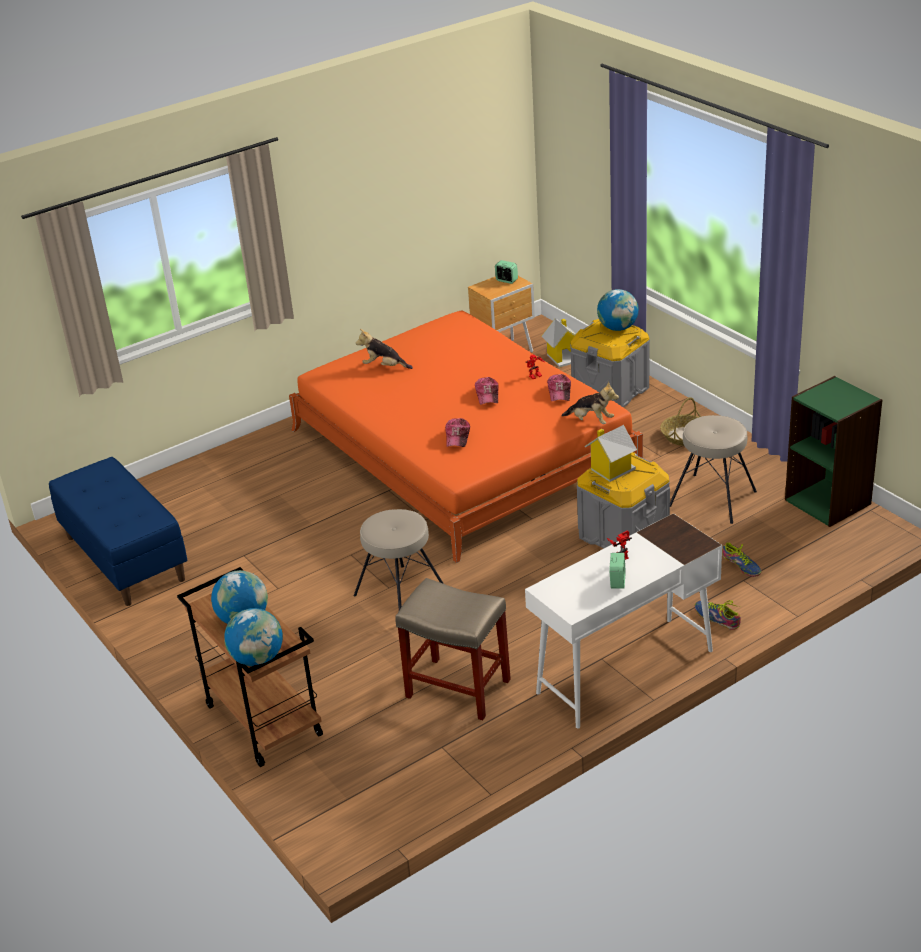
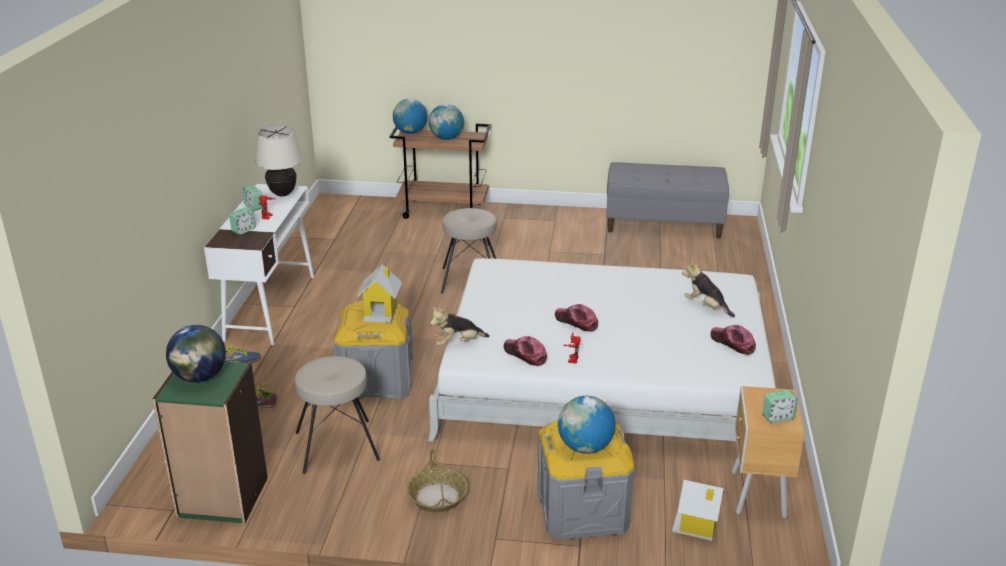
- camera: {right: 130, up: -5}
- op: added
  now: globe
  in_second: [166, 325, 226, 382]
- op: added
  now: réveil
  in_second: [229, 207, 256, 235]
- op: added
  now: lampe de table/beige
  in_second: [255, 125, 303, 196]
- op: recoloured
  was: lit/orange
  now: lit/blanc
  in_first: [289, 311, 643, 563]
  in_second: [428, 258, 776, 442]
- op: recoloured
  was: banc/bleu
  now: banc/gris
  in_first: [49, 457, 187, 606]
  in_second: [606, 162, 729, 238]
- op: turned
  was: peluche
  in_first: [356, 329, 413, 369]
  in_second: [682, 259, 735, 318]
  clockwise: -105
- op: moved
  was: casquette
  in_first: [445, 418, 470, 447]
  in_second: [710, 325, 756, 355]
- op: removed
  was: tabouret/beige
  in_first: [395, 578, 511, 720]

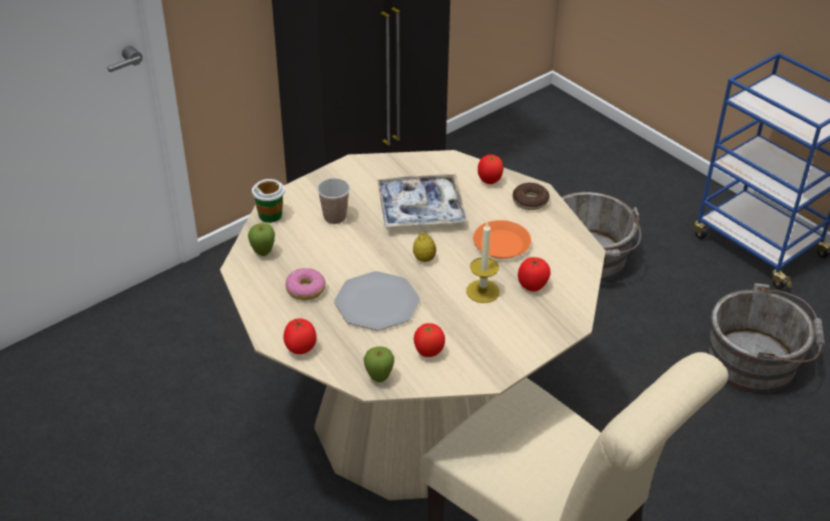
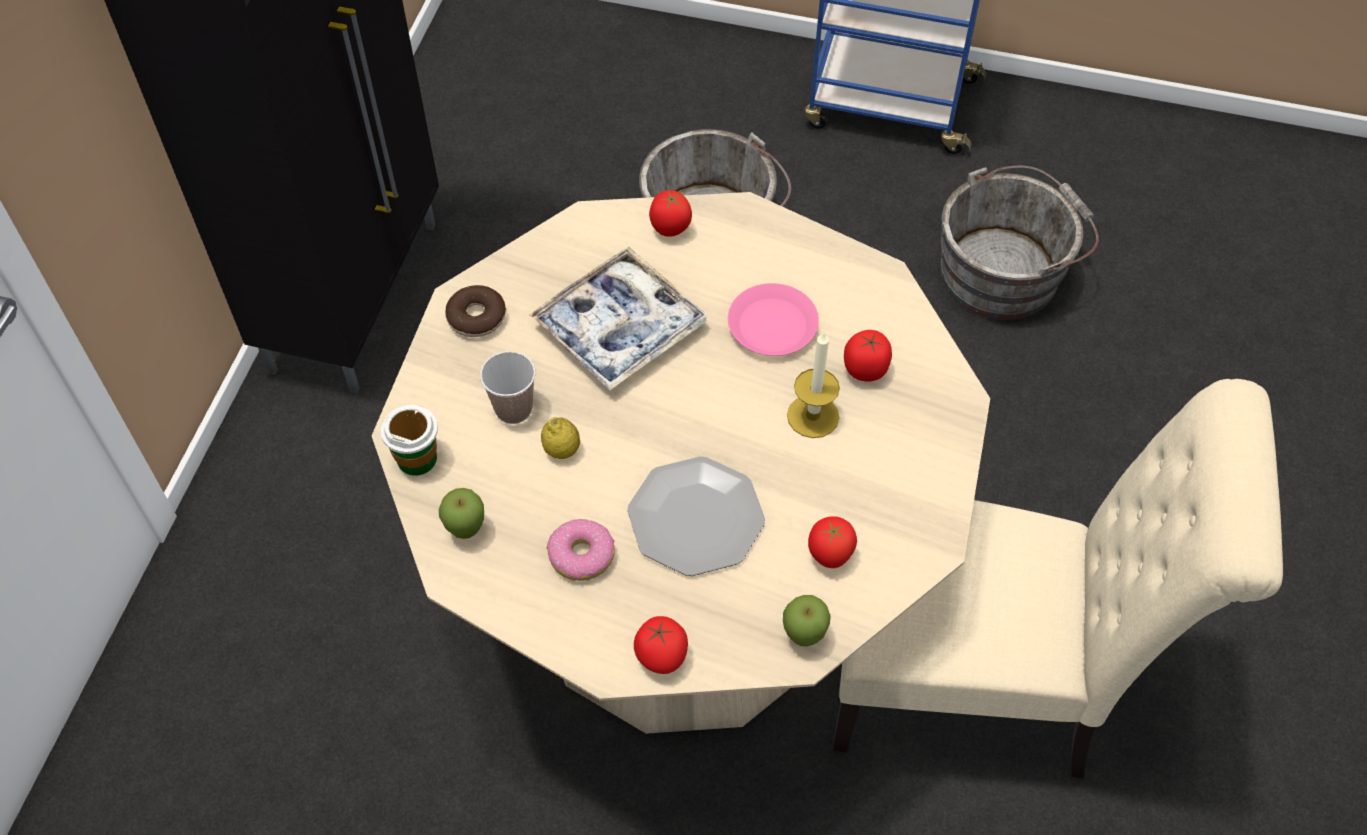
- camera: {right: -35, up: 15}
- op: moved
  was: beignet
  in_first: [512, 182, 549, 210]
  in_second: [445, 285, 506, 337]
- op: moved
  was: citron
  in_first: [413, 232, 436, 262]
  in_second: [541, 417, 580, 459]
- op: recoloured
  was: assiette/orange
  now: assiette/rose
  in_first: [473, 220, 531, 259]
  in_second: [728, 283, 819, 356]

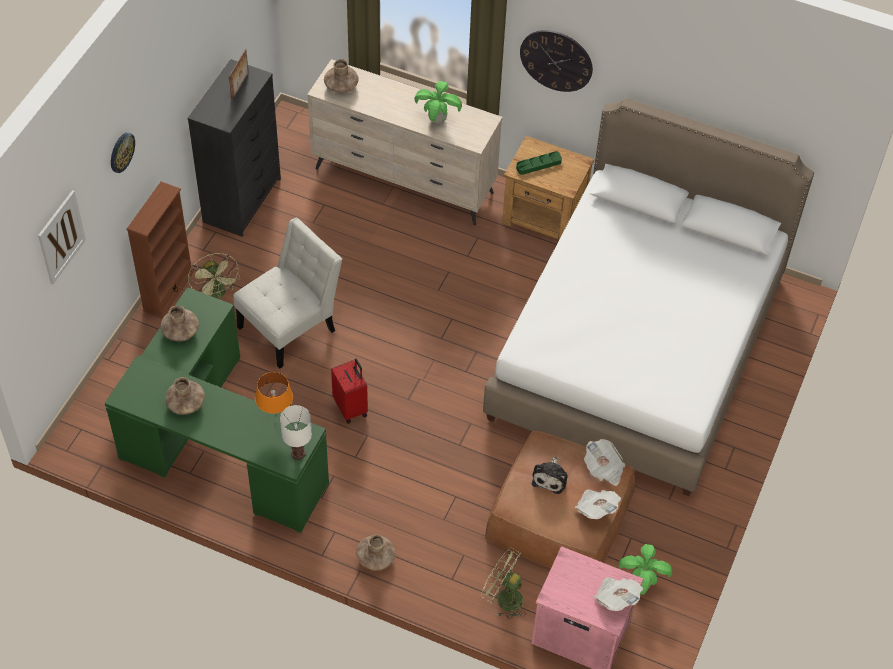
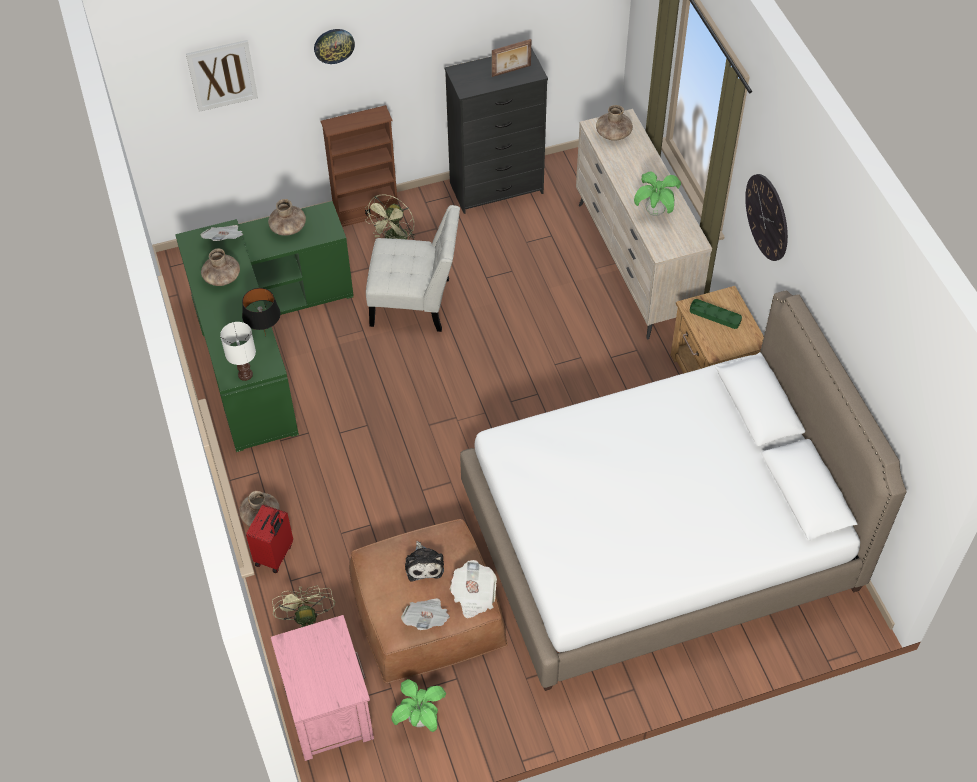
- camera: {right: 50, up: 0}
- op: moved
  was: journal
  in_first: [594, 577, 643, 611]
  in_second: [201, 225, 244, 241]
- op: recoloured
  was: lampe de table/orange
  now: lampe de table/noir
  in_first: [255, 372, 293, 414]
  in_second: [242, 288, 281, 336]
- op: moved
  was: valise/rouge
  in_first: [331, 359, 368, 424]
  in_second: [246, 505, 293, 573]
- op: turned
  was: peluche
  in_first: [532, 456, 568, 494]
  in_second: [405, 541, 444, 582]
  clockwise: -75

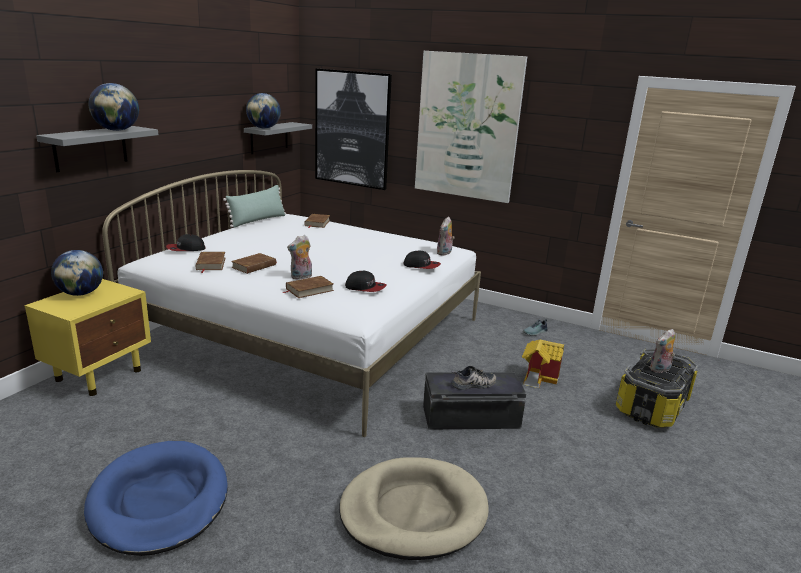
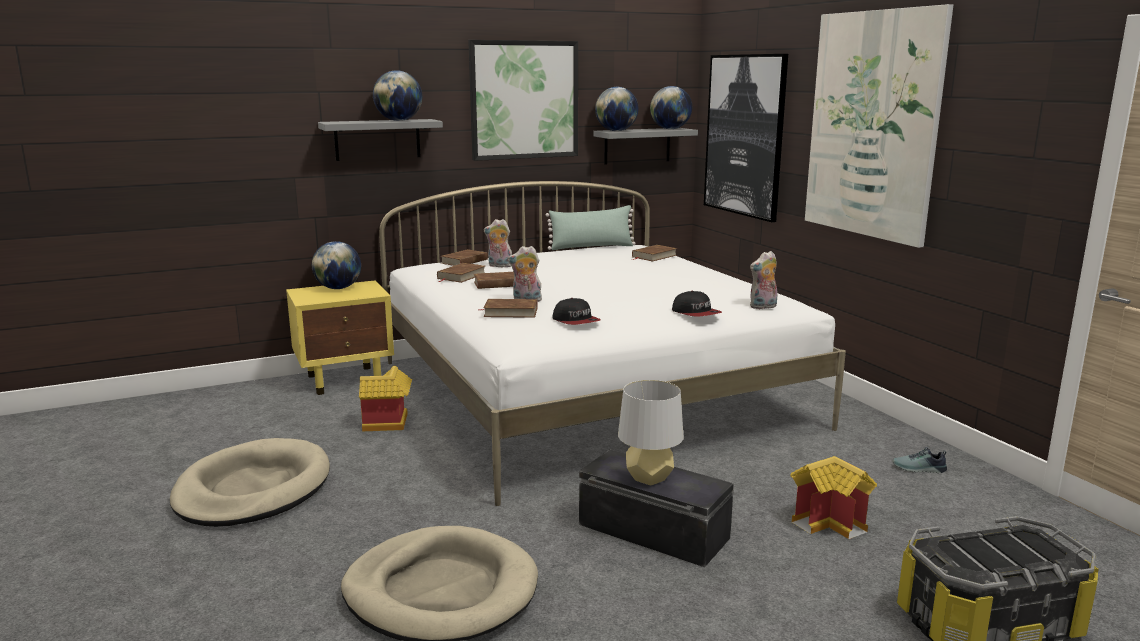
- camera: {right: 40, up: -5}
- op: recoloured
  was: panier pour chien/bleu
  now: panier pour chien/beige
  in_first: [84, 441, 228, 556]
  in_second: [170, 438, 330, 527]
- op: added
  now: maison miniature
  in_second: [359, 366, 412, 431]
- op: replaced
  was: casquette
  now: livre/marron
  in_first: [166, 234, 206, 251]
  in_second: [441, 249, 488, 266]
- op: added
  now: tableau
  in_second: [468, 40, 578, 161]
- op: moved
  was: peluche
  in_first: [649, 329, 675, 373]
  in_second: [484, 219, 512, 267]
- op: replaced
  was: chaussure
  now: lampe de table/gris
  in_first: [451, 366, 496, 390]
  in_second: [618, 380, 684, 486]
- op: added
  now: globe
  in_second: [650, 86, 692, 129]

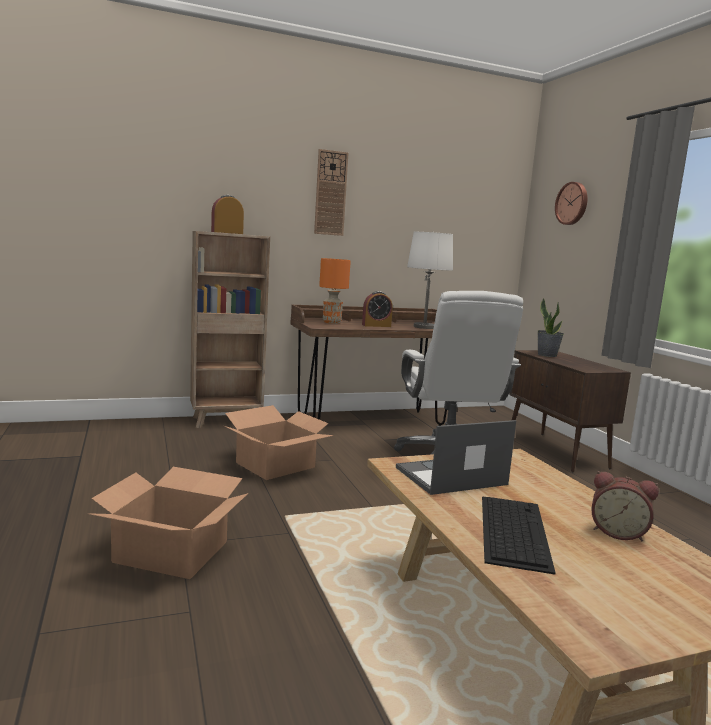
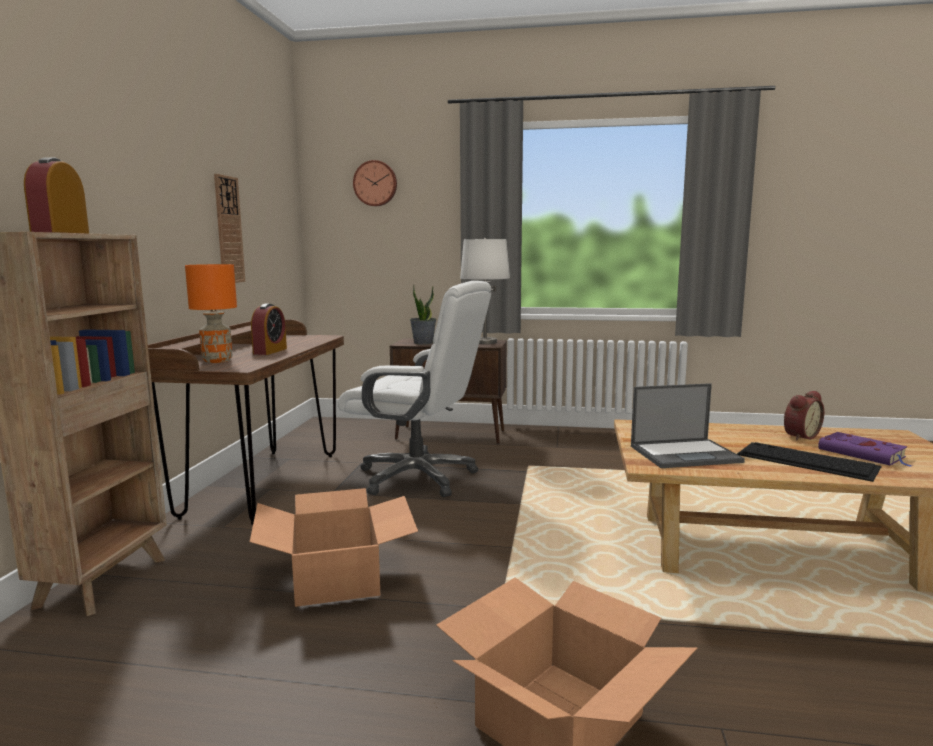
- camera: {right: -60, up: 0}
- op: moved
  was: horloge murale
  in_first: [314, 149, 348, 236]
  in_second: [214, 174, 245, 283]
- op: moved
  was: lampe de table/blanc
  in_first: [407, 232, 453, 329]
  in_second: [460, 238, 510, 344]
- op: turned
  was: ordinateur portable
  in_first: [396, 420, 516, 495]
  in_second: [631, 383, 745, 468]
  clockwise: -105
- op: added
  now: livre/violet
  in_second: [818, 432, 912, 467]

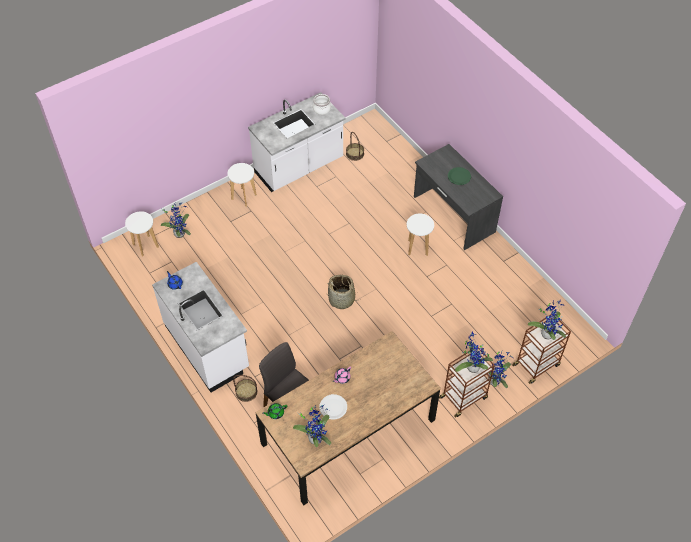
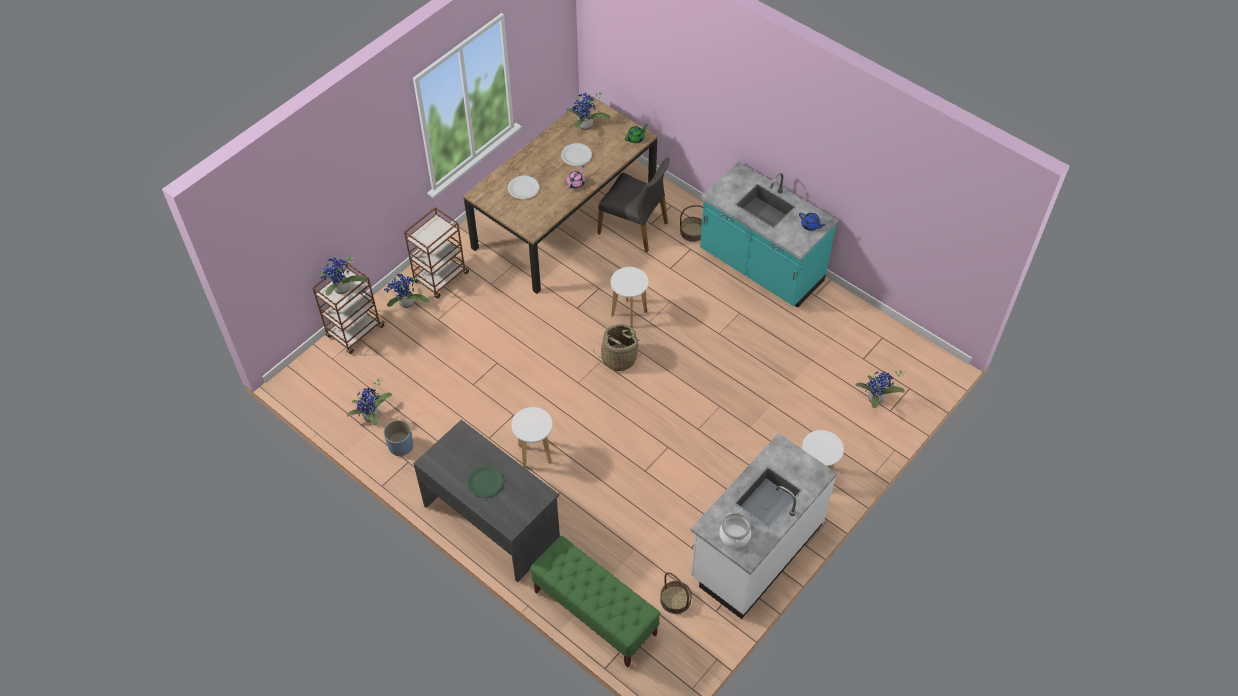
- camera: {right: 165, up: 0}
- op: moved
  was: plante en pot
  in_first: [455, 332, 493, 373]
  in_second: [347, 378, 392, 426]
- op: added
  now: cache-pot/bleu
  in_second: [384, 420, 413, 456]
- op: added
  now: assiette/blanc
  in_second: [508, 176, 539, 199]
- op: added
  now: banc/vert
  in_second: [530, 536, 660, 667]
- op: moved
  was: tabouret/blanc
  in_first: [125, 211, 159, 256]
  in_second: [611, 267, 648, 328]
- op: recoloured
  was: comptoir de cuisine/blanc
  now: comptoir de cuisine/turquoise
  in_first: [152, 262, 249, 392]
  in_second: [700, 162, 838, 308]

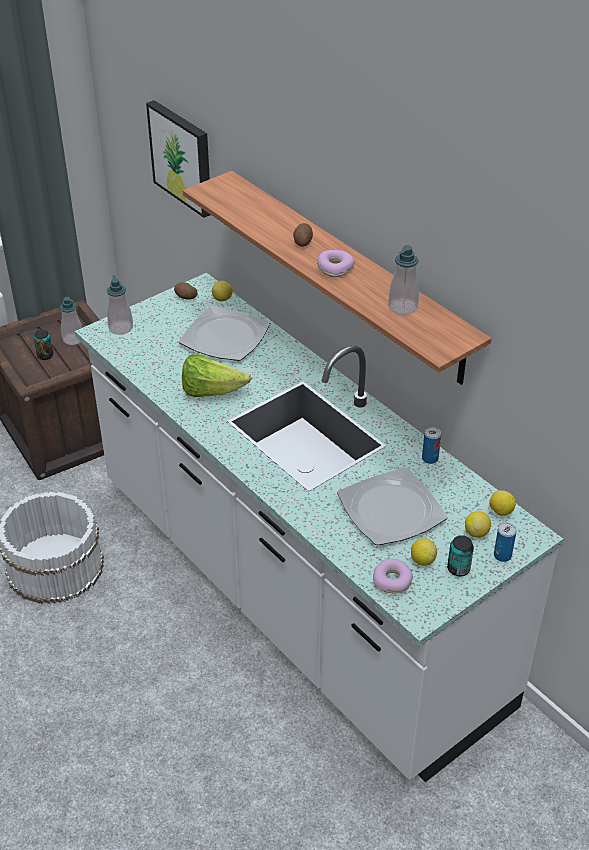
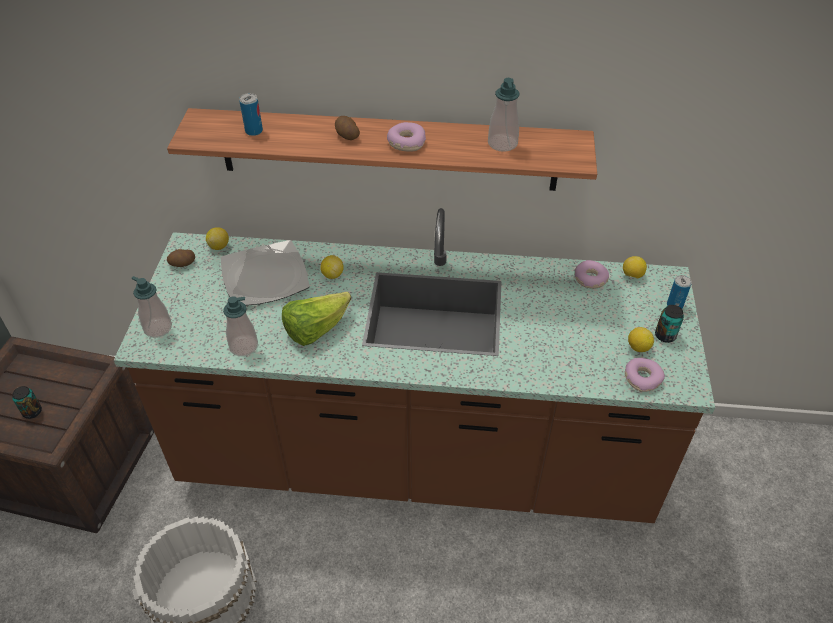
- camera: {right: -45, up: 5}
- op: recoloured
  was: comptoir de cuisine/blanc
  now: comptoir de cuisine/marron
  in_first: [75, 273, 563, 782]
  in_second: [114, 208, 715, 523]
- op: moved
  was: distributeur de savon
  in_first: [60, 297, 82, 345]
  in_second: [223, 296, 258, 356]
- op: moved
  was: boîte métallique
  in_first: [422, 427, 441, 464]
  in_second: [239, 93, 263, 136]
- op: moved
  was: citron
  in_first: [465, 511, 491, 538]
  in_second: [320, 255, 344, 279]
- op: added
  now: beignet
  in_second: [575, 260, 609, 289]
- op: removed
  was: tableau
  in_first: [146, 100, 210, 218]
- op: removed
  was: assiette
  in_first: [337, 467, 447, 545]

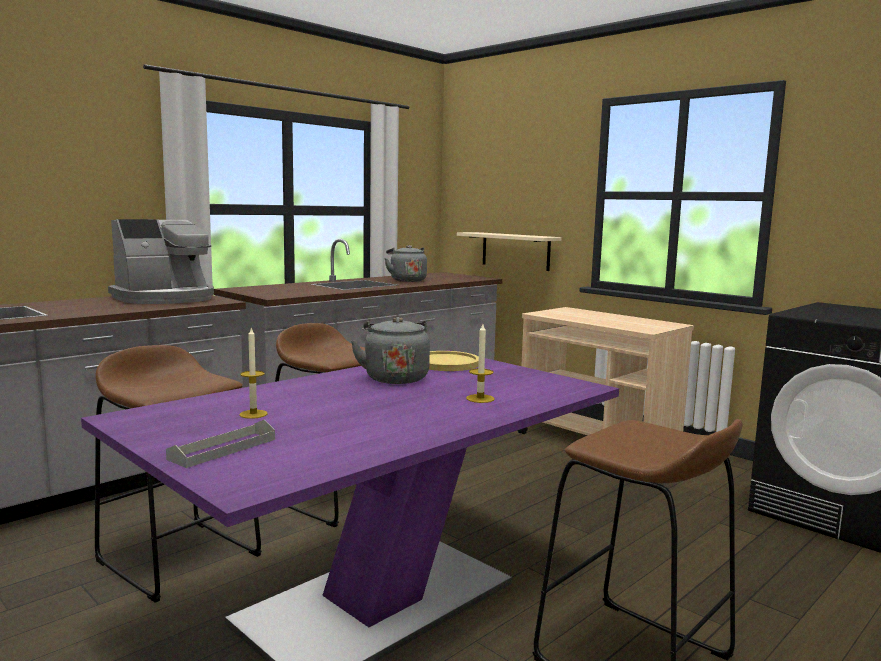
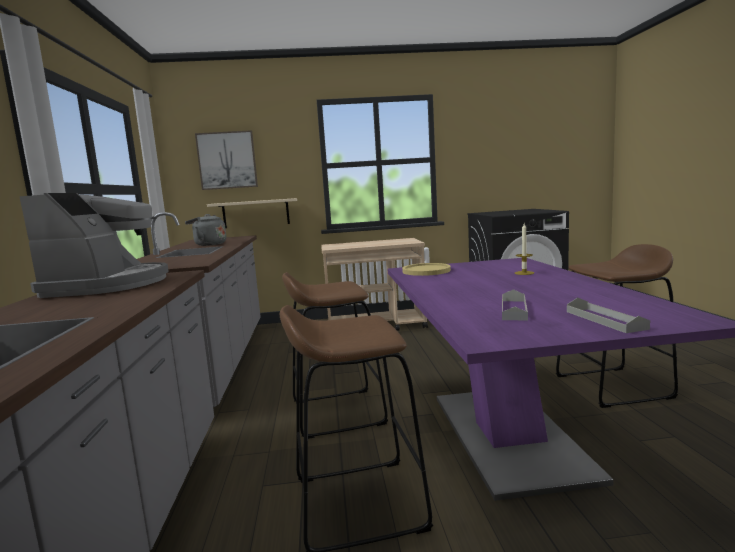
- camera: {right: -50, up: 0}
- op: added
  now: tableau
  in_second: [195, 130, 258, 190]
- op: replaced
  was: bougie
  now: plateau/gris
  in_first: [239, 327, 268, 419]
  in_second: [502, 289, 528, 321]
- op: removed
  was: bouilloire/gris
  in_first: [351, 317, 430, 384]

